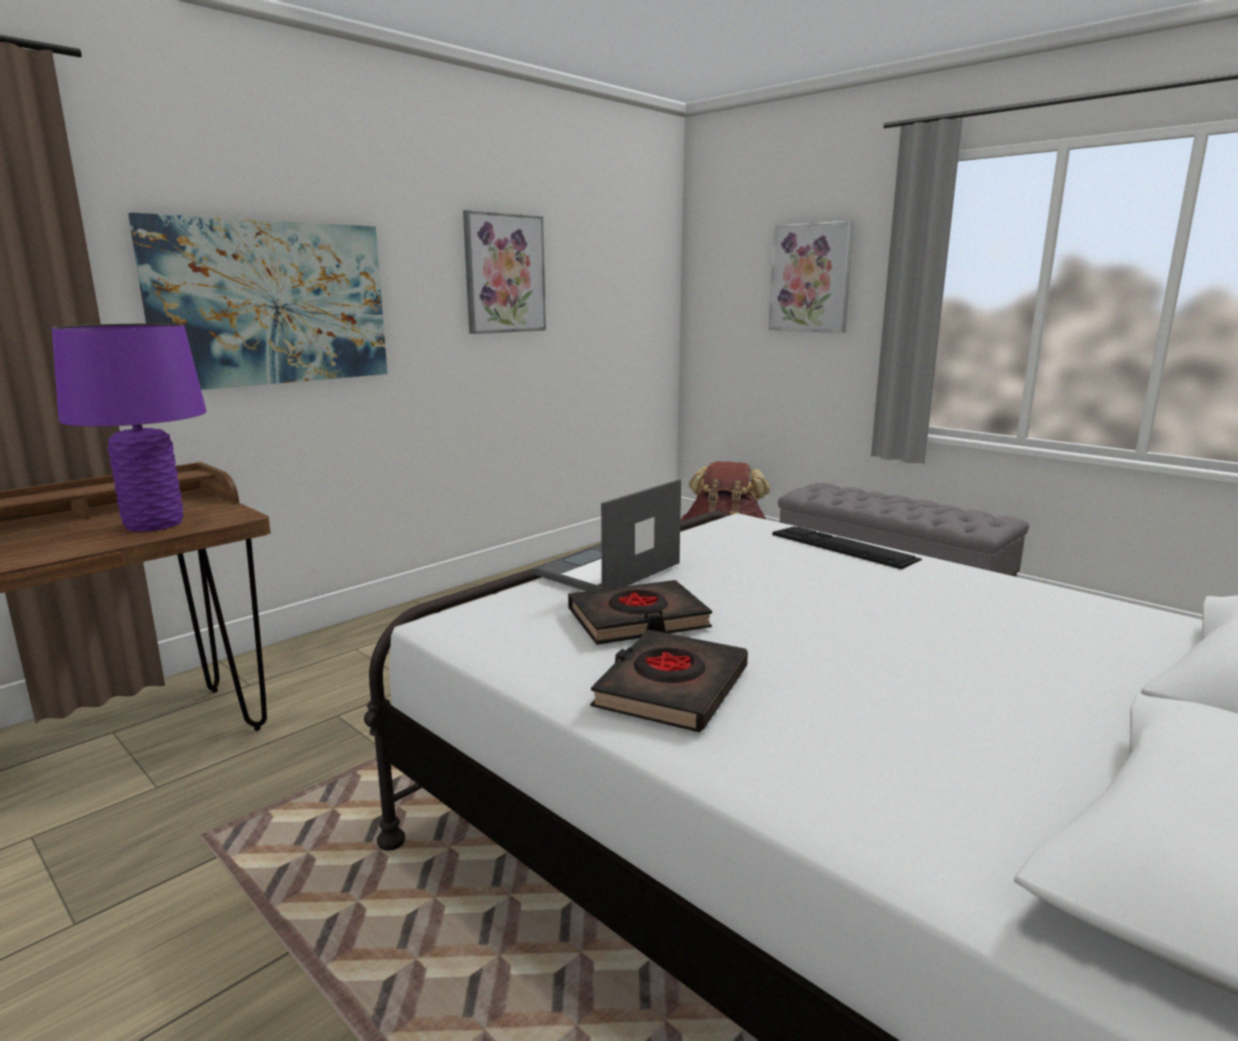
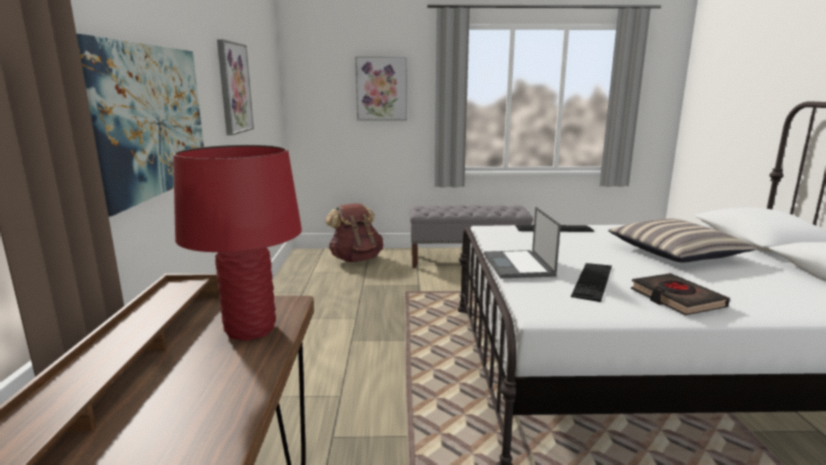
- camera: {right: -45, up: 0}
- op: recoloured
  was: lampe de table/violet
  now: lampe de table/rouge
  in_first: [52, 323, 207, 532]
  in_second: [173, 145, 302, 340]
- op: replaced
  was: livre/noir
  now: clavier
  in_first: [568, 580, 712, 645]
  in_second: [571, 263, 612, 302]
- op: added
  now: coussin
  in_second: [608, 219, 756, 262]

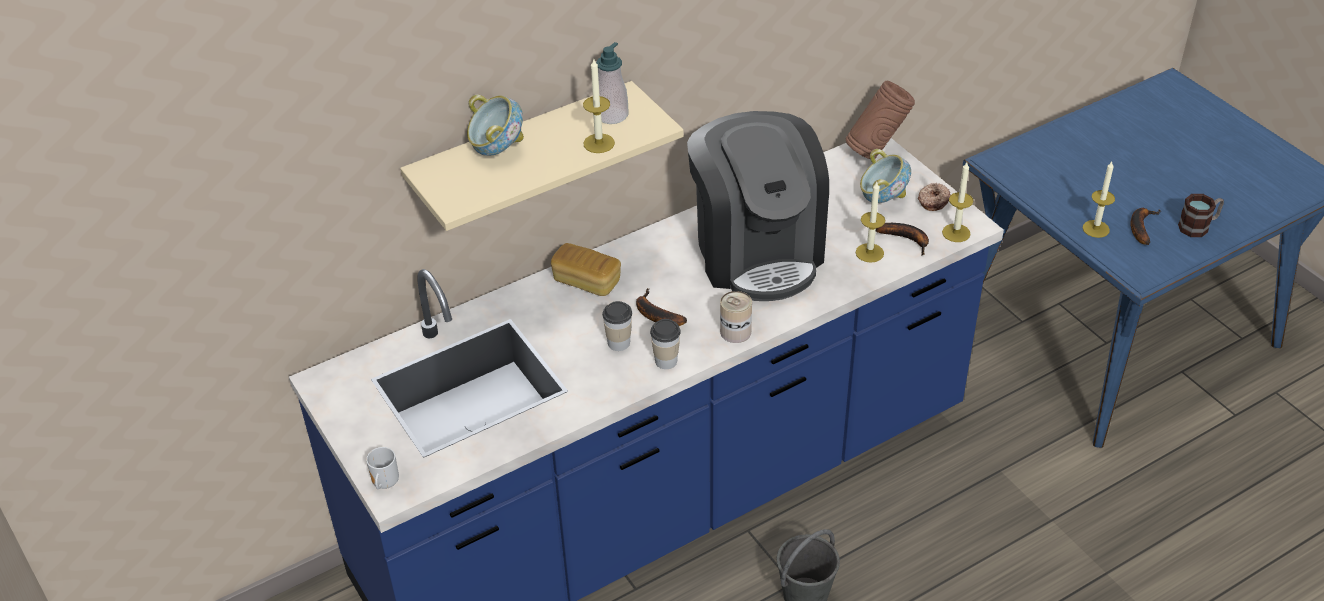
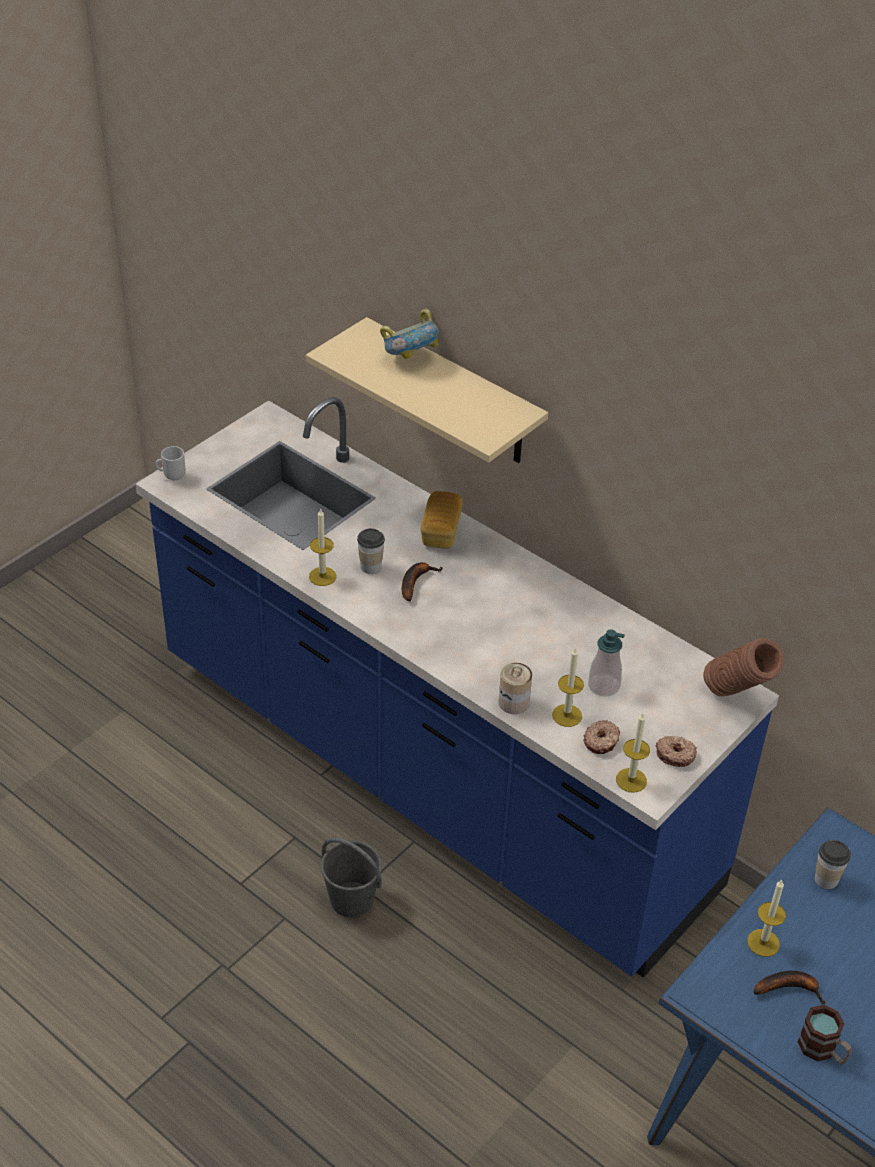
- camera: {right: 70, up: 0}
- op: moved
  was: bougie
  in_first: [583, 59, 615, 153]
  in_second: [309, 509, 336, 586]
- op: moved
  was: boîte métallique
  in_first: [720, 291, 752, 343]
  in_second: [498, 663, 532, 714]
- op: replaced
  was: banane
  now: beignet
  in_first: [876, 223, 929, 256]
  in_second: [583, 720, 620, 754]
- op: moved
  was: distributeur de savon
  in_first: [596, 42, 628, 124]
  in_second: [588, 629, 625, 696]
- op: moved
  was: tasse
  in_first: [650, 319, 681, 369]
  in_second: [815, 840, 851, 889]
- op: removed
  was: machine à café
  in_first: [687, 111, 829, 301]
- op: removed
  was: bol
  in_first: [860, 149, 911, 203]

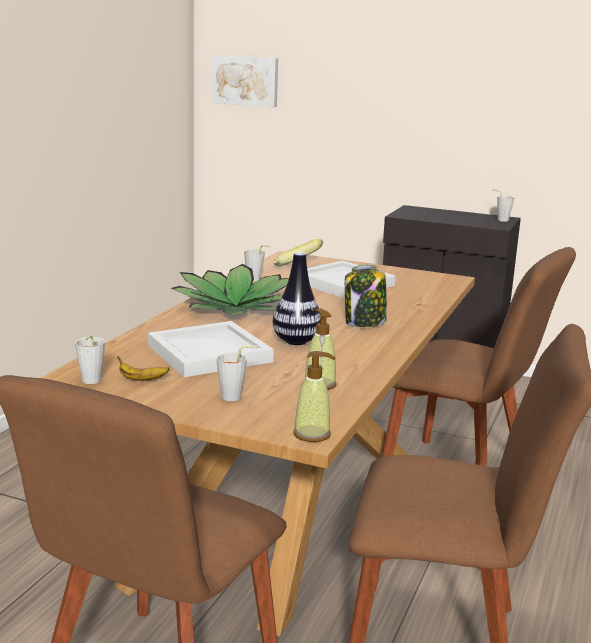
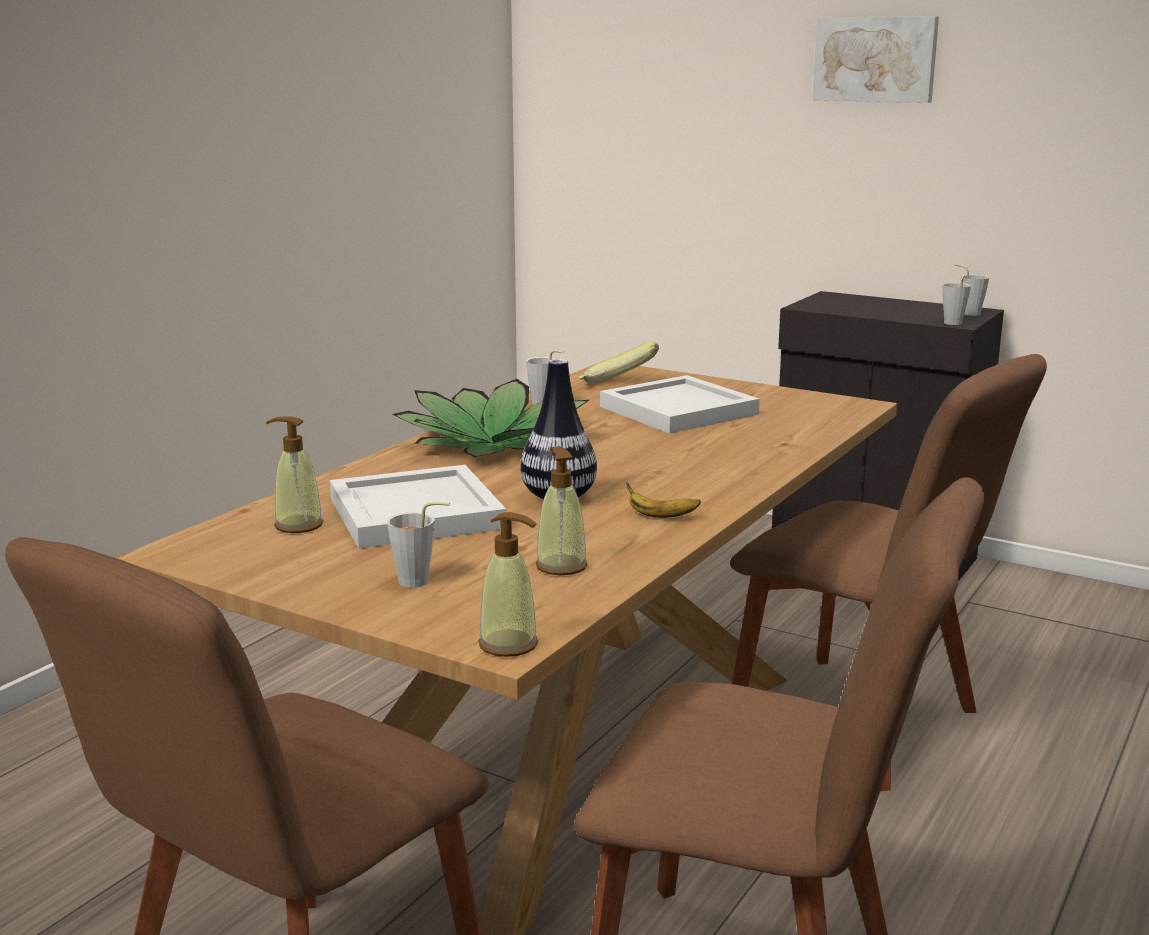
- camera: {right: 10, up: 0}
- op: added
  now: distributeur de savon
  in_second: [266, 417, 323, 533]
- op: moved
  was: banane
  in_first: [117, 356, 169, 381]
  in_second: [626, 483, 701, 518]
- op: moved
  was: tableau
  in_first: [211, 55, 278, 107]
  in_second: [812, 16, 939, 103]
- op: moved
  was: tasse/gris
  in_first: [75, 335, 105, 384]
  in_second: [942, 276, 971, 325]
- op: removed
  was: bocal
  in_first: [345, 265, 387, 327]

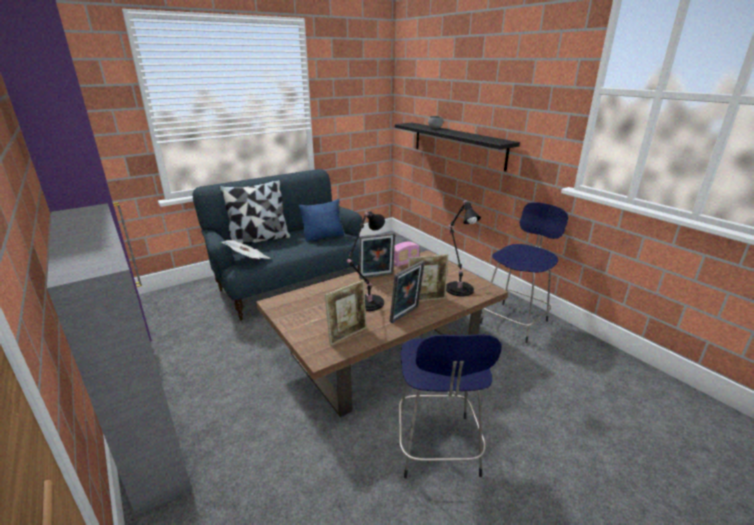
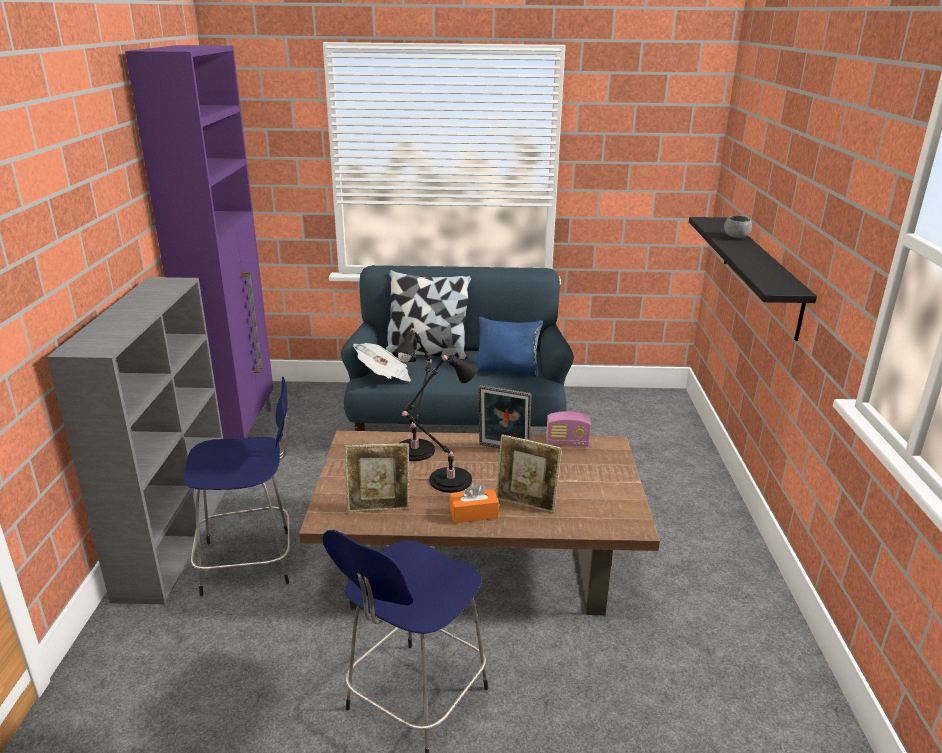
- camera: {right: 35, up: 0}
- op: moved
  was: tabouret/bleu
  in_first: [480, 202, 568, 343]
  in_second: [183, 377, 291, 596]
- op: moved
  was: lampe de table/noir
  in_first: [446, 200, 481, 296]
  in_second: [392, 327, 435, 461]
- op: replaced
  was: cadre photo
  now: boîte à mouchoirs/orange
  in_first: [390, 261, 425, 323]
  in_second: [449, 482, 499, 523]

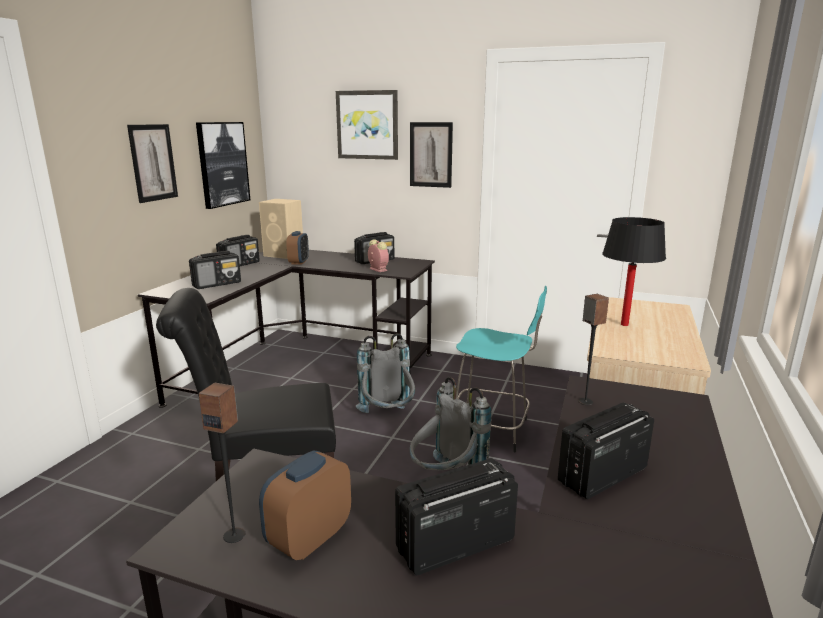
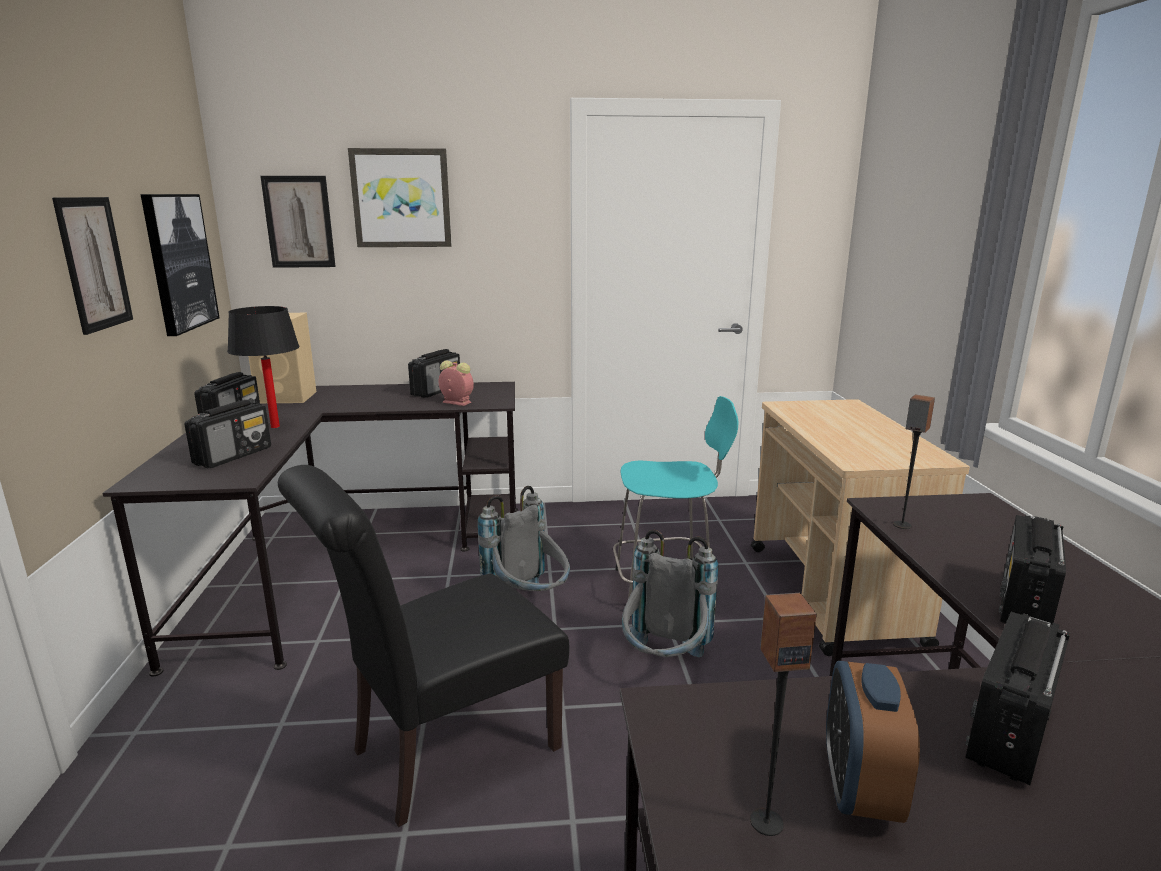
- camera: {right: -25, up: 0}
- op: moved
  was: lampe de table/noir
  in_first: [602, 217, 666, 326]
  in_second: [227, 306, 300, 428]
- op: moved
  was: tableau
  in_first: [410, 122, 453, 188]
  in_second: [260, 176, 336, 268]
- op: removed
  was: réveil
  in_first: [286, 231, 309, 265]

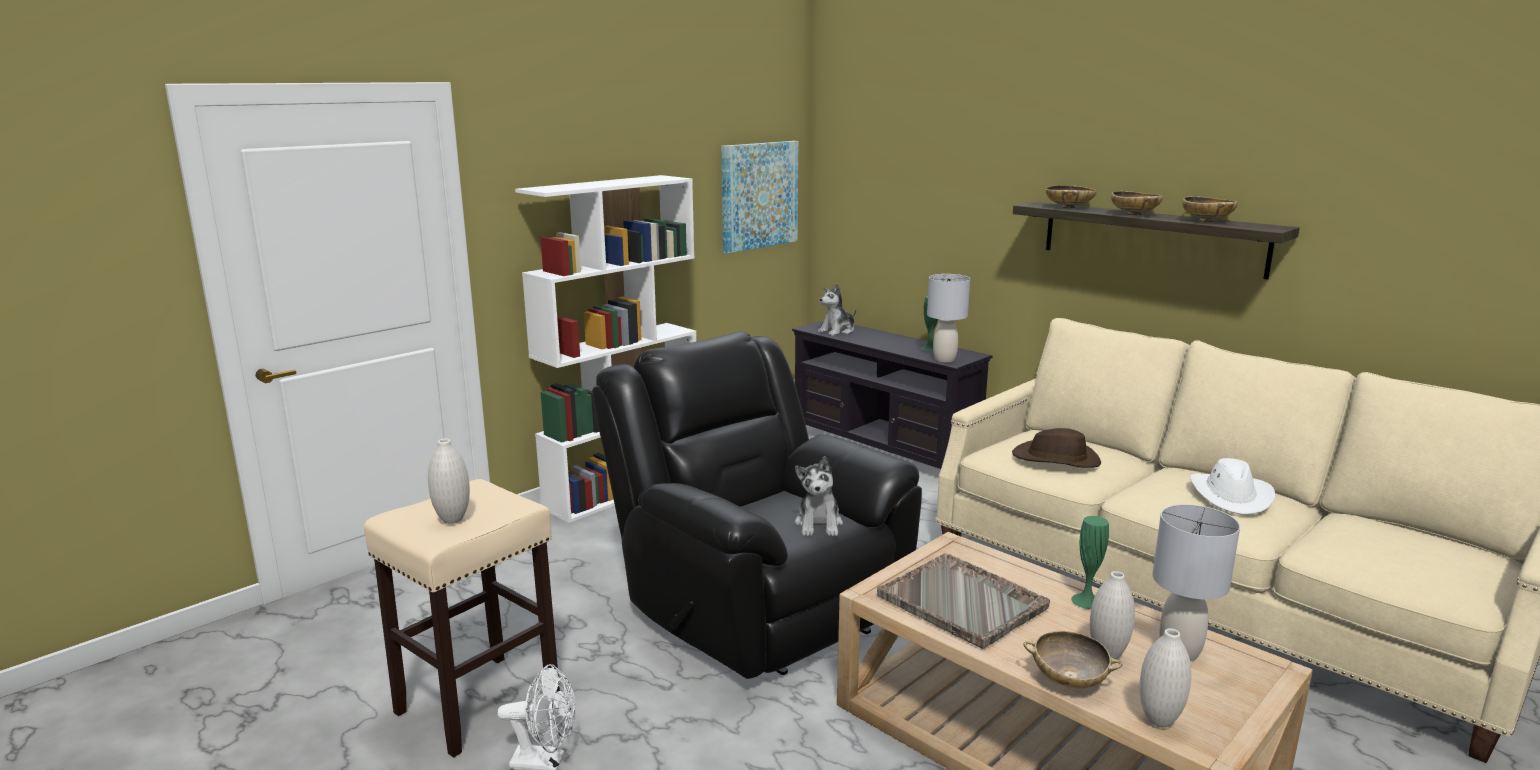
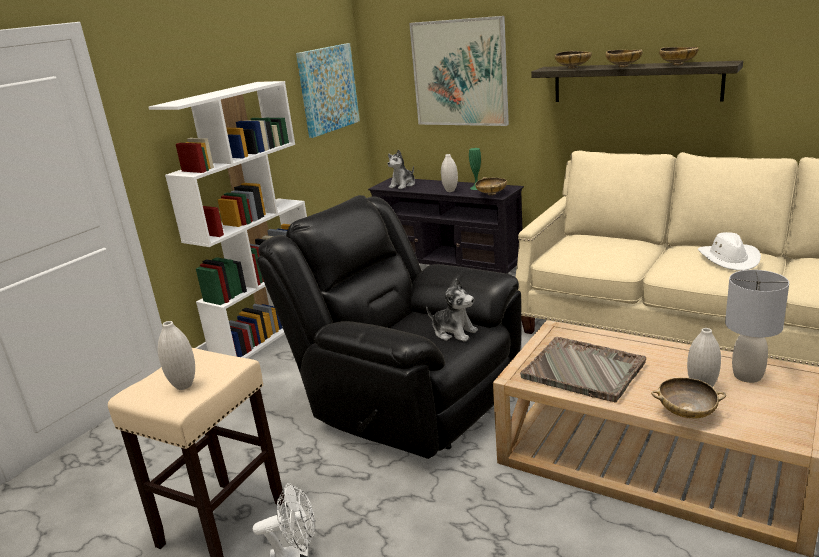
- camera: {right: -10, up: 5}
- op: added
  now: tableau
  in_second: [409, 16, 509, 126]
- op: turned
  was: peluche
  in_first: [795, 456, 843, 536]
  in_second: [426, 279, 478, 342]
  clockwise: -45
- op: moved
  was: vase/blanc
  in_first: [1139, 628, 1192, 727]
  in_second: [441, 154, 458, 192]
- op: replaced
  was: lampe de table/gris
  now: bol/beige
  in_first: [927, 274, 970, 362]
  in_second: [475, 177, 507, 195]
- op: removed
  was: chapeau/marron
  in_first: [1012, 428, 1101, 468]
- op: removed
  was: vase/vert
  in_first: [1071, 516, 1109, 609]

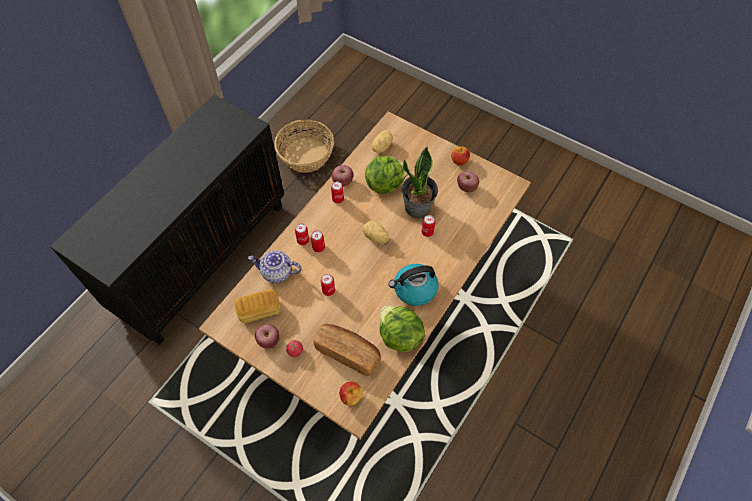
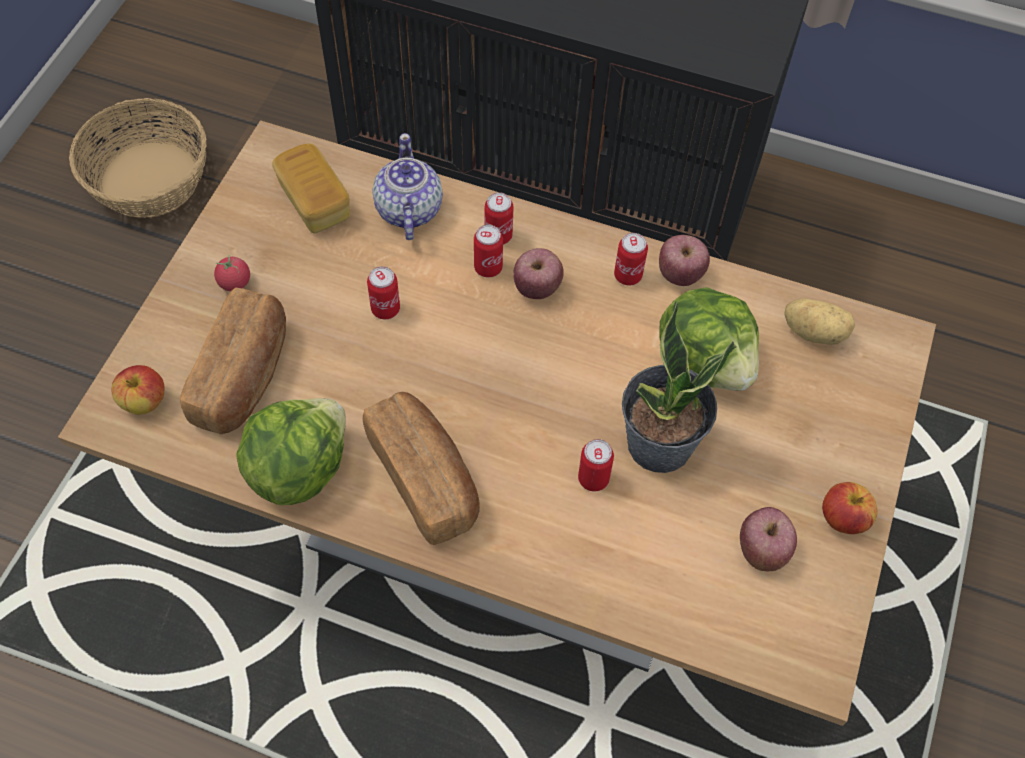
- camera: {right: 75, up: 0}
- op: moved
  was: panier
  in_first: [274, 119, 334, 173]
  in_second: [69, 98, 207, 218]
- op: replaced
  was: bouilloire
  now: pain
  in_first: [389, 264, 439, 306]
  in_second: [363, 392, 480, 545]
- op: moved
  was: pomme
  in_first: [255, 324, 280, 349]
  in_second: [513, 248, 564, 299]
- op: removed
  was: pomme de terre
  in_first: [363, 221, 390, 244]

